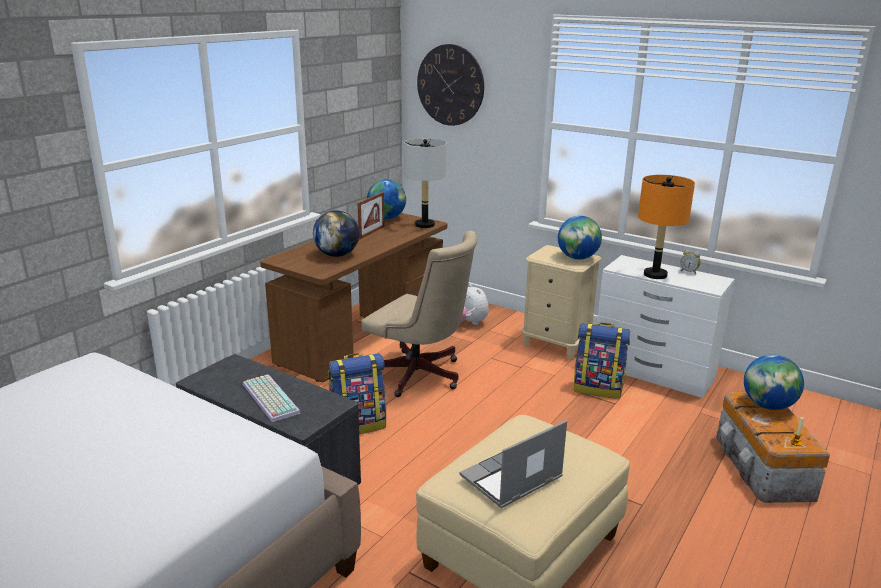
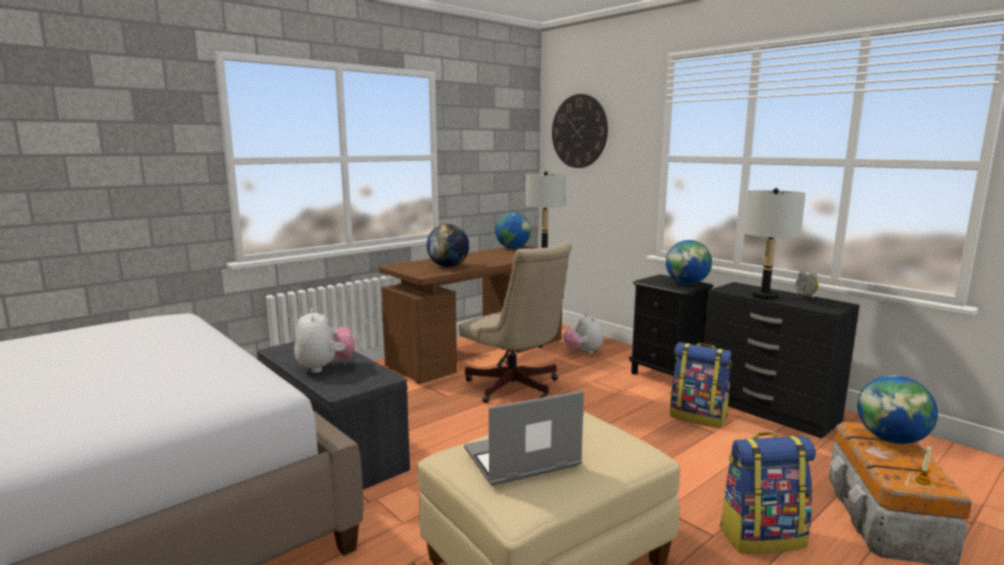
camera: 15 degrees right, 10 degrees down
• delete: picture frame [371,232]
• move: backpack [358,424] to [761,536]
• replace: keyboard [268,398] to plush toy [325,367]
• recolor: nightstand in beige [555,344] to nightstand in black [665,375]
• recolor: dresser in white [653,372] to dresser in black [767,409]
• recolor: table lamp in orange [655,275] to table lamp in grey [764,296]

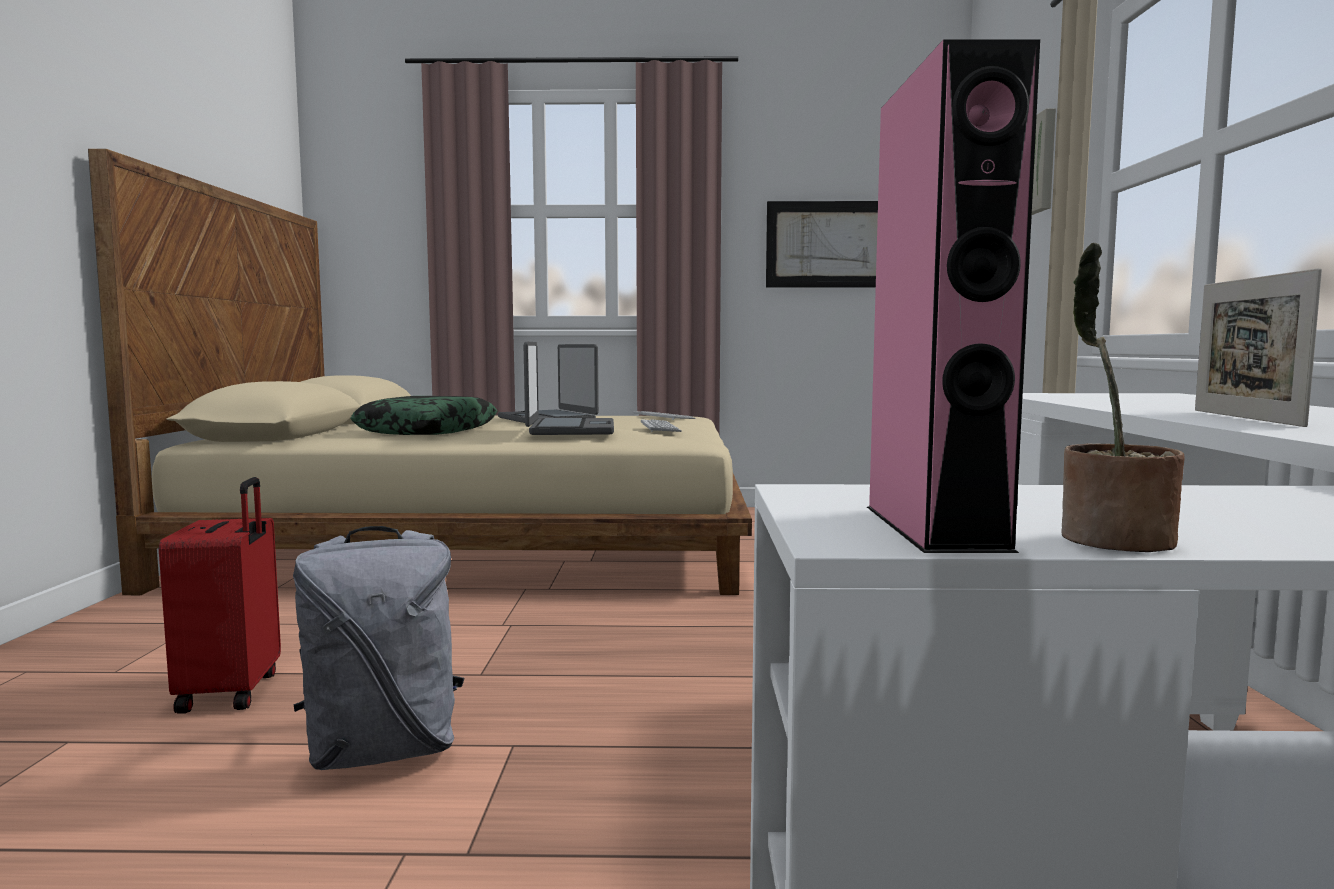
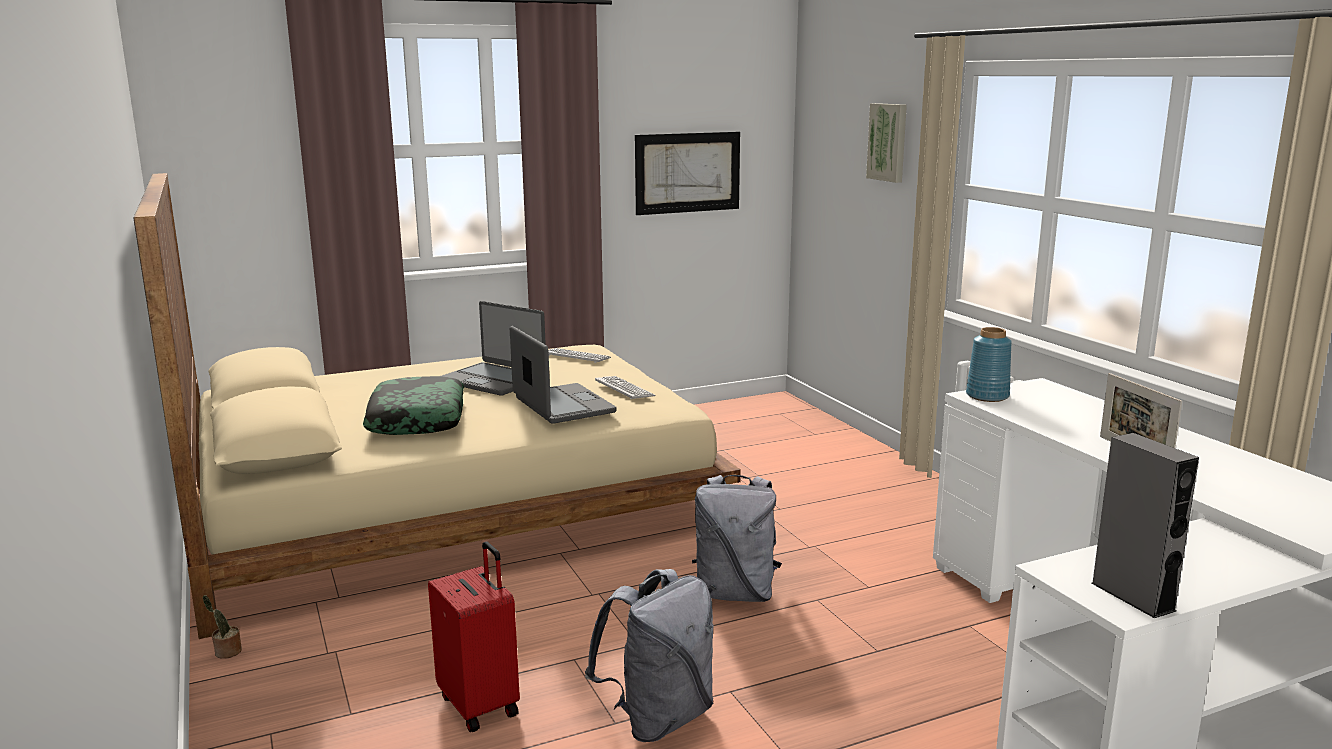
camera: 25 degrees left, 10 degrees up
• insert: backpack in grey [735,593]
• insert: vase in blue [987,396]
• move: potted plant [1111,540] to [226,652]
• recolor: speaker in pink [933,527] to speaker in grey [1132,596]

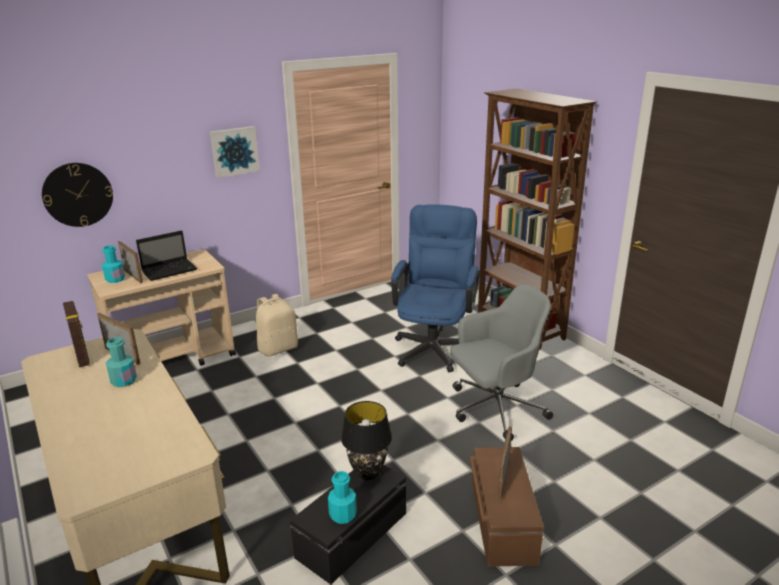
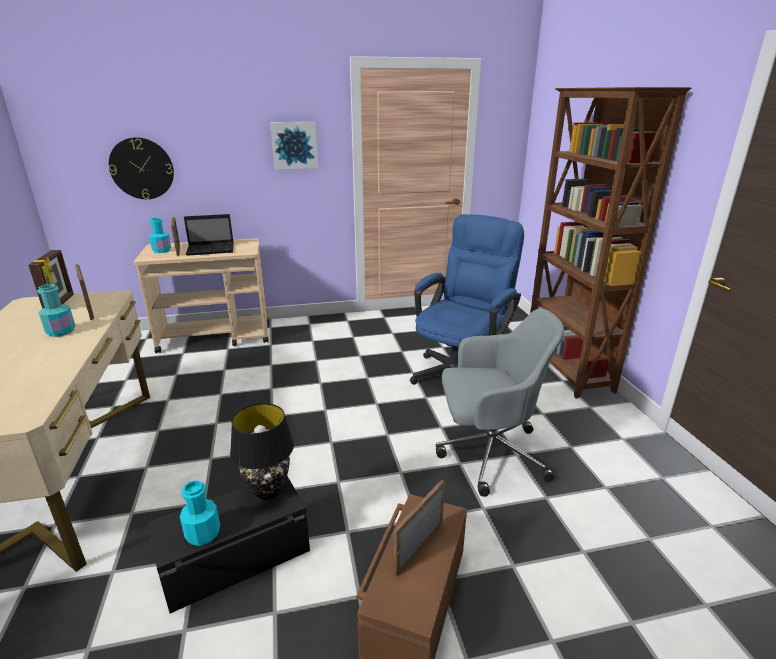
camera: 20 degrees right, 0 degrees up
• delete: backpack in beige [278,348]

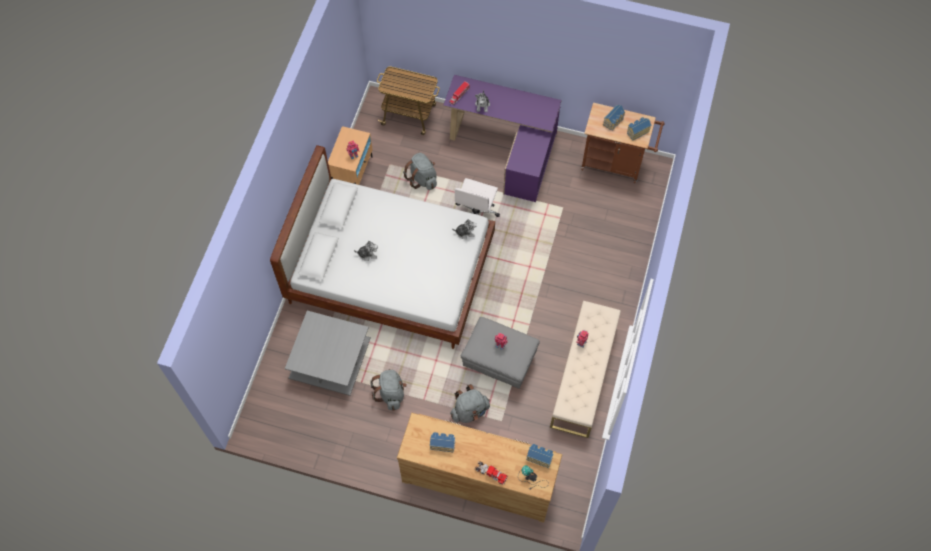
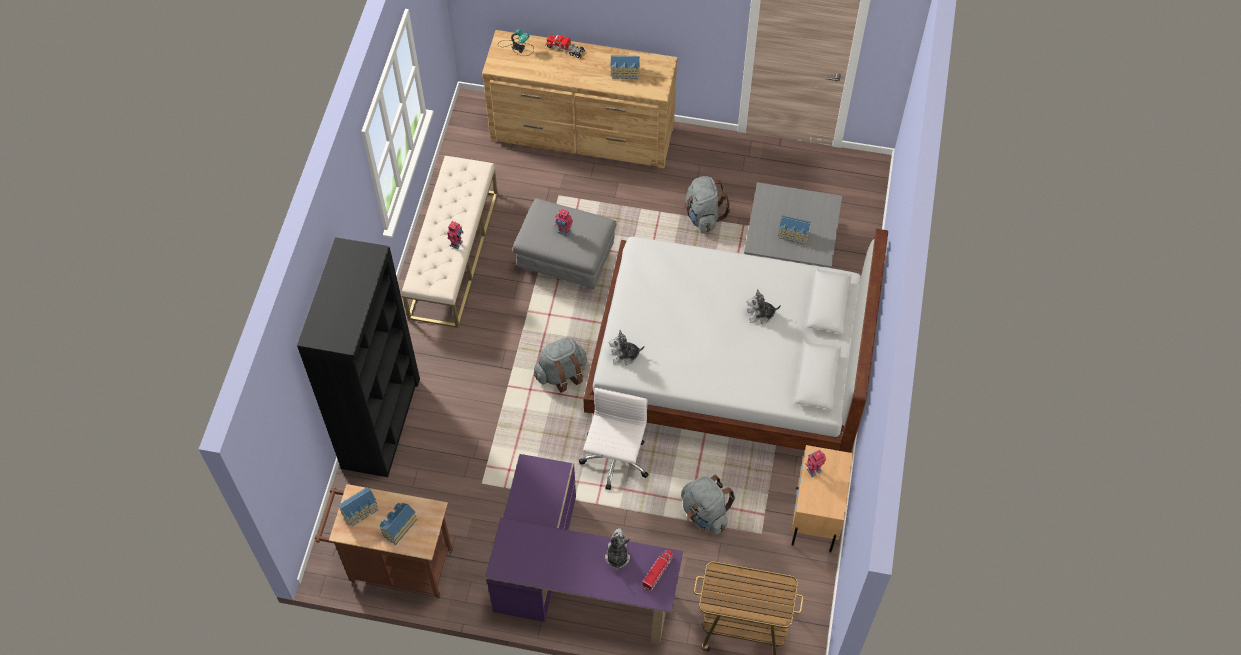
camera: 175 degrees right, 5 degrees down
• insert: bookcase in black [381,422]
• move: backpack in grey [469,411] to [561,374]
• move: toy house [539,457] to [793,235]

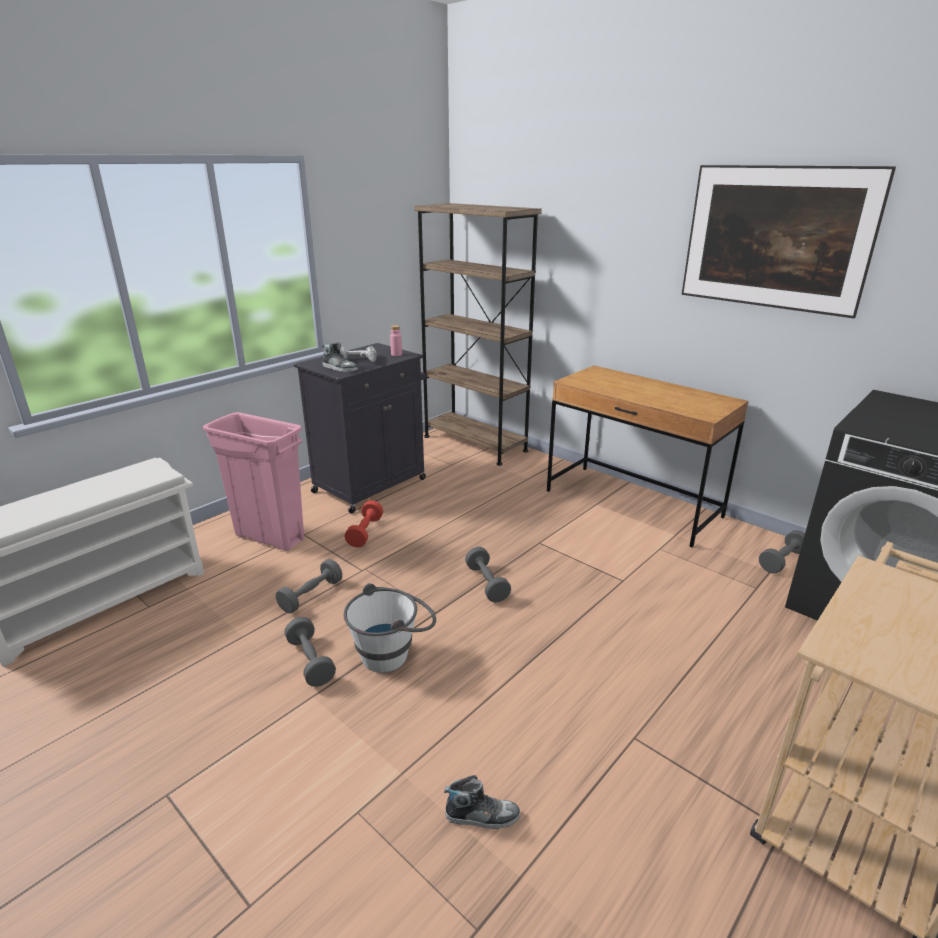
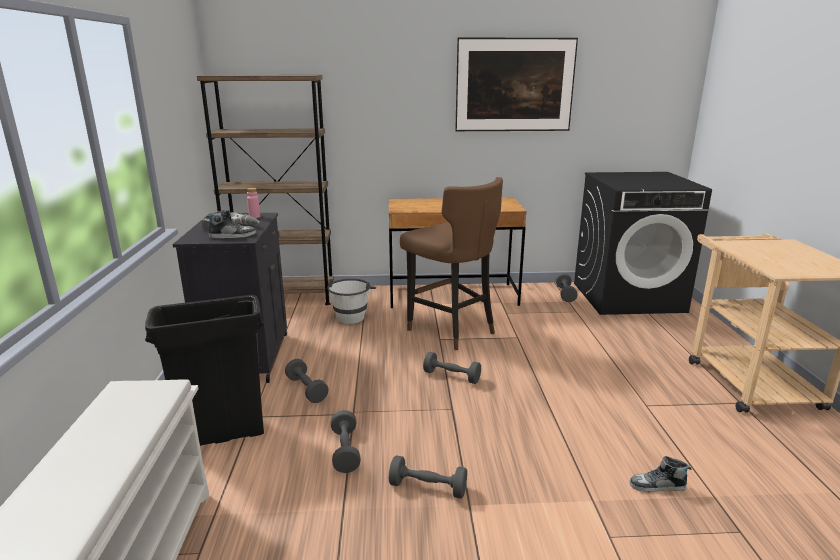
camera: 45 degrees left, 5 degrees down
• insert: stool in brown [451,330]
• move: bucket in white [393,652] to [352,315]
• recolor: trash can in pink [269,537] to trash can in black [222,434]
• recolor: dumbbell in red [365,532] to dumbbell in grey [306,389]
• rotate: shoe [482,815] = [657,486] 135 degrees counterclockwise

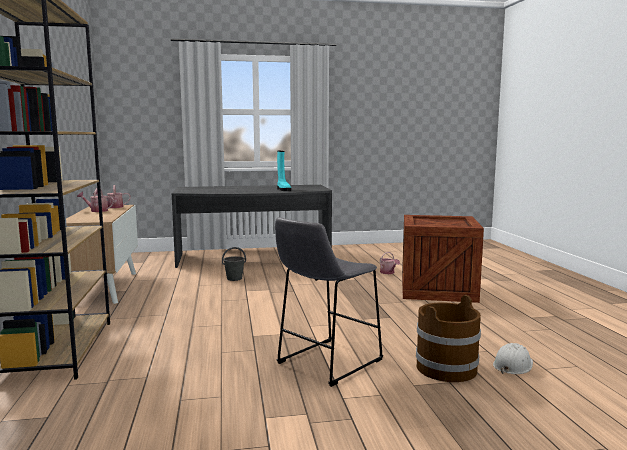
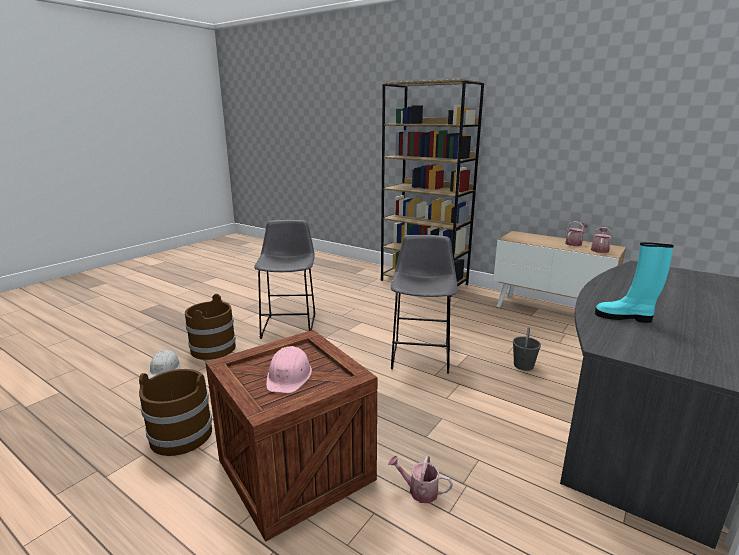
camera: 135 degrees right, 10 degrees up
• insert: bucket in brown [180,435]
• insert: hard hat in pink [289,376]
• insert: stool in grey [421,353]

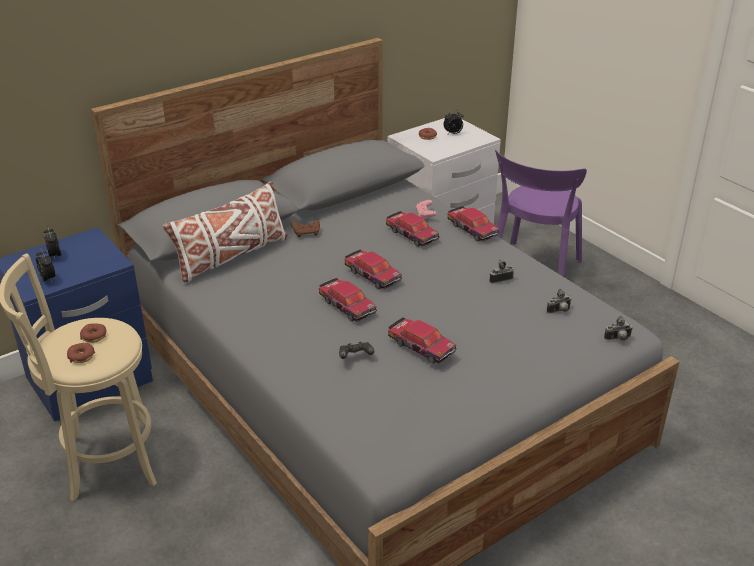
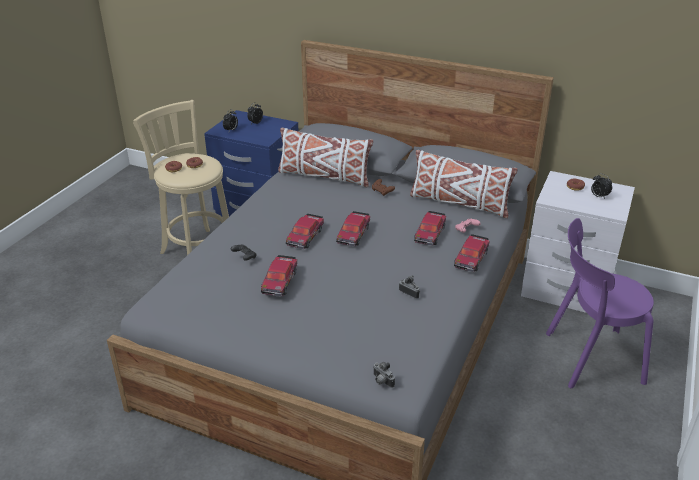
camera: 60 degrees right, 0 degrees up
• delete: photo camera [559,311]
• insert: pillow in white [459,203]

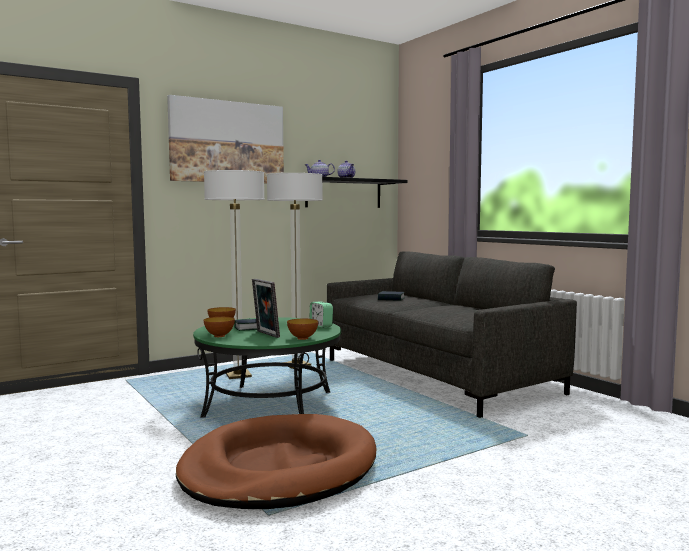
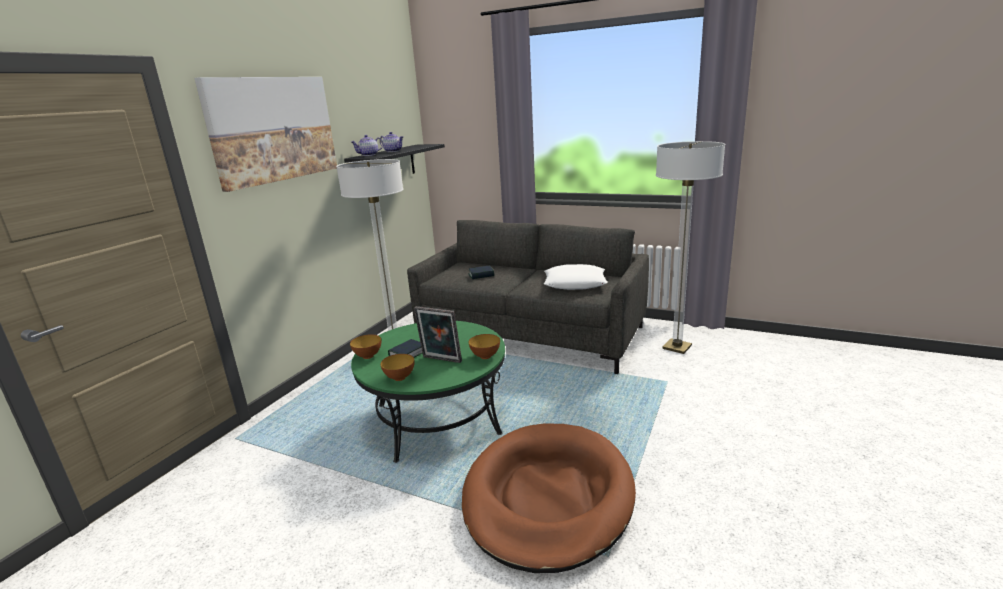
camera: 30 degrees left, 15 degrees up
• delete: alarm clock [321,325]
• insert: pillow in white [575,283]
• move: floor lamp [238,376] to [677,347]

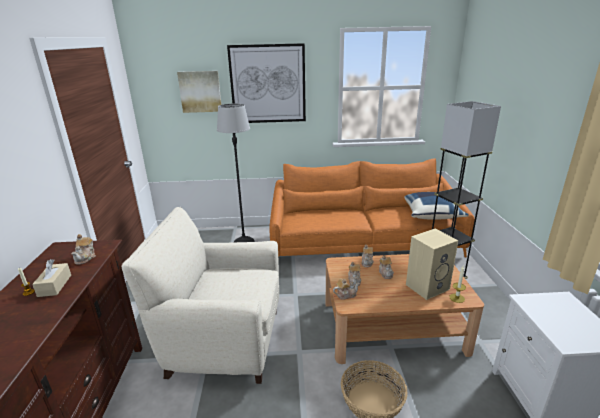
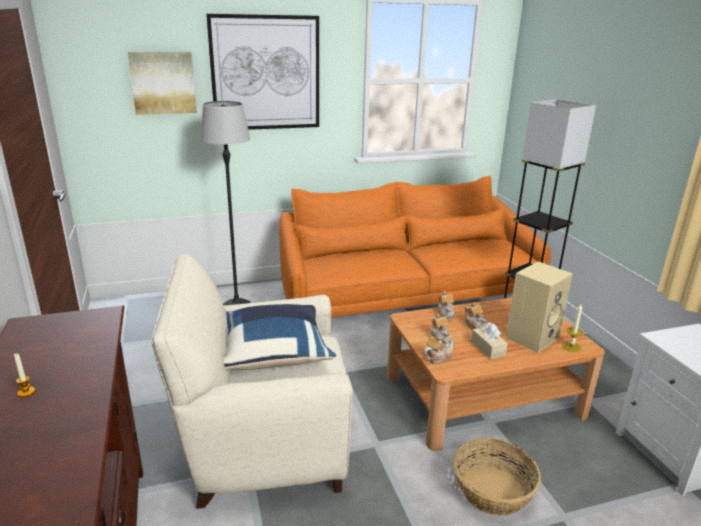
camera: 15 degrees left, 0 degrees up
• delete: teapot [86,258]
• move: tissue box in beige [55,285] to [488,348]
• move: pillow in blue [431,215] to [274,353]

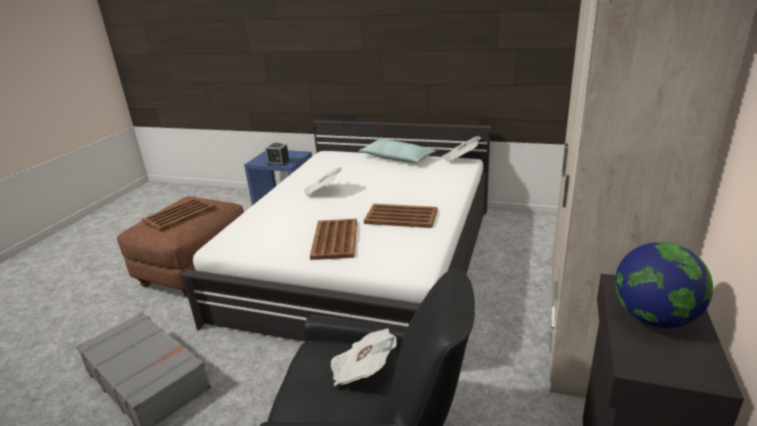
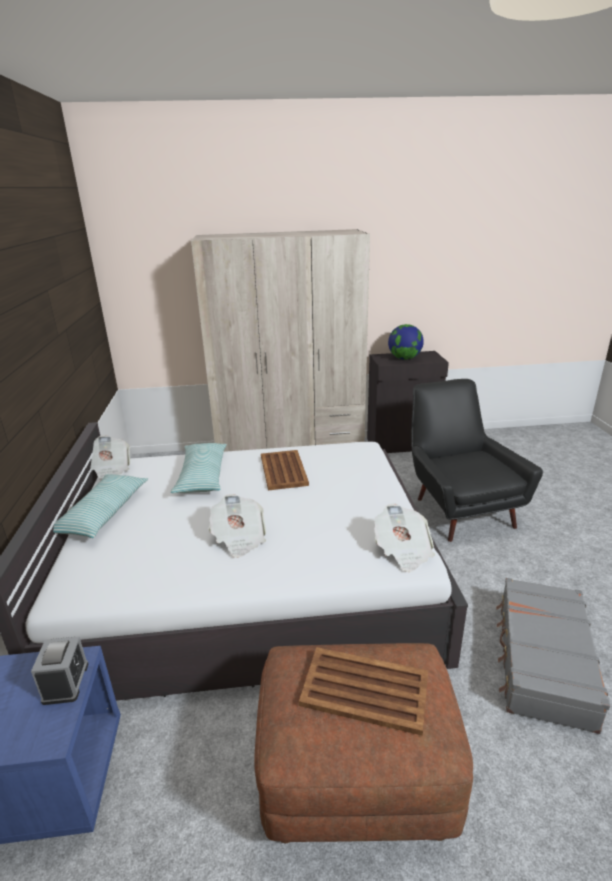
camera: 115 degrees left, 0 degrees up
• delete: tray in brown [335,239]
• insert: pillow [202,476]
• move: newspaper [362,370] to [403,551]

